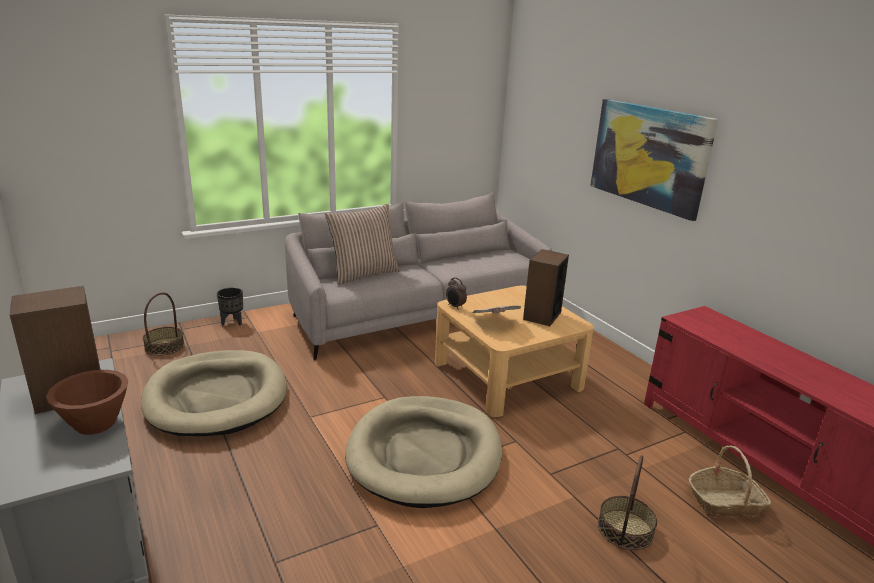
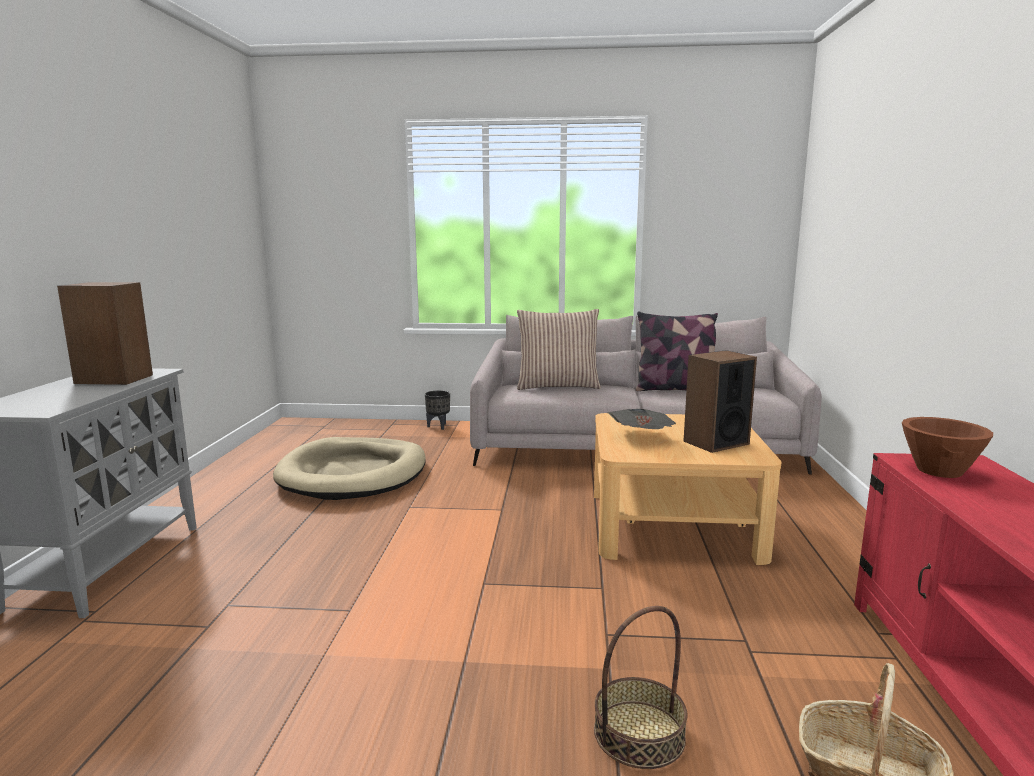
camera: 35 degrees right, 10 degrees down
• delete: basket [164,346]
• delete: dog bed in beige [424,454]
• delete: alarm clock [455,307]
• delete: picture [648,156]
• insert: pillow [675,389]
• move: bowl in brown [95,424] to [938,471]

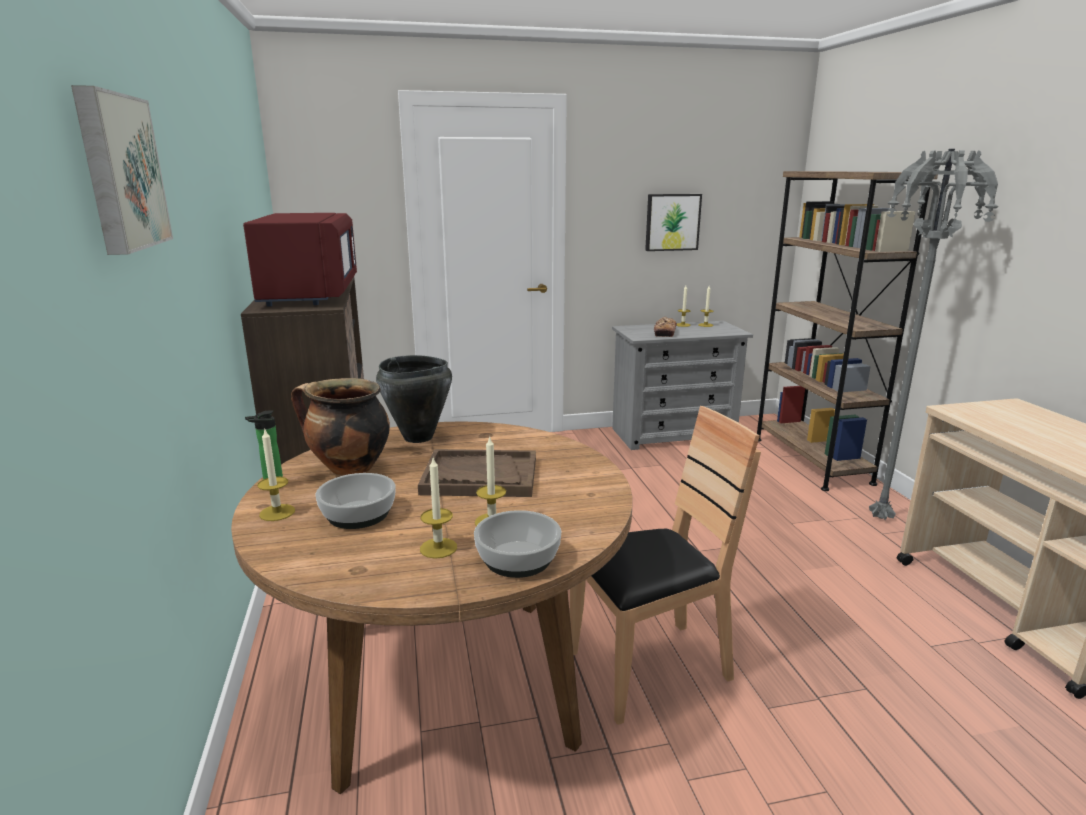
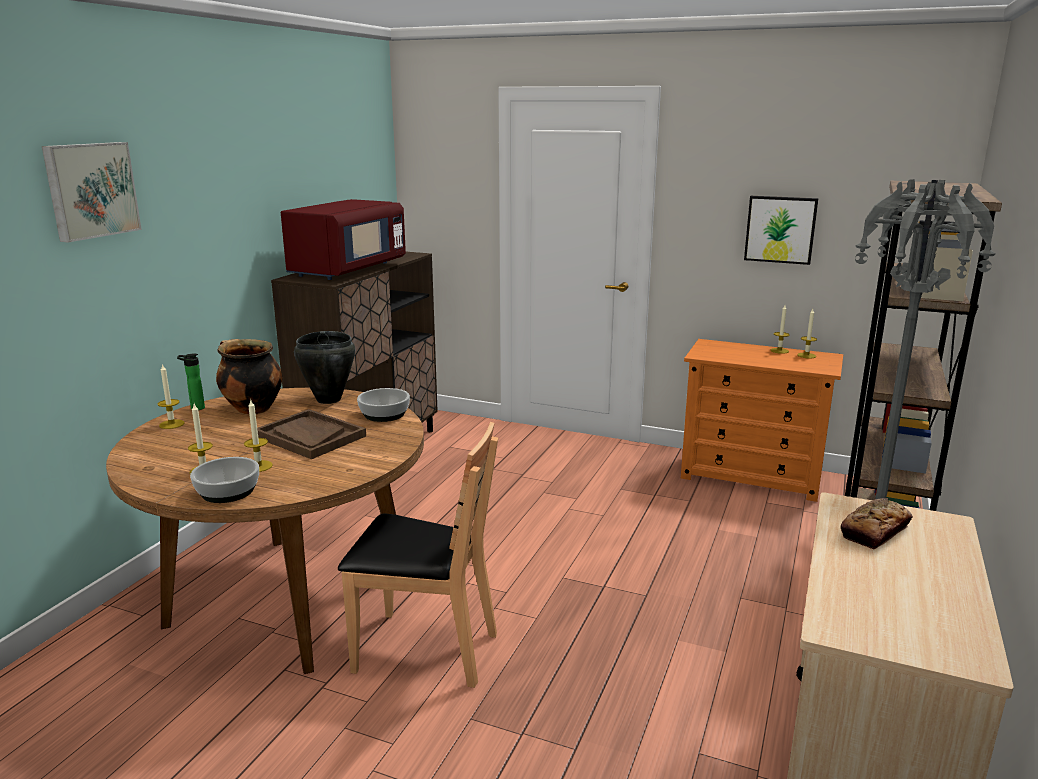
camera: 35 degrees right, 0 degrees up
• move: bowl [358,514] to [384,414]
• move: bread [664,332] to [875,531]
• recolor: dresser in grey [674,434] to dresser in orange [752,476]

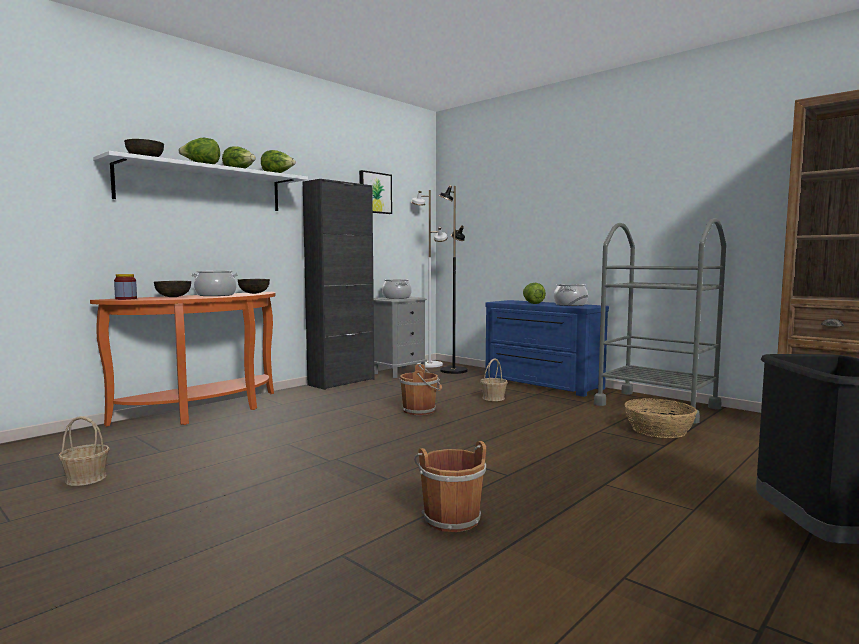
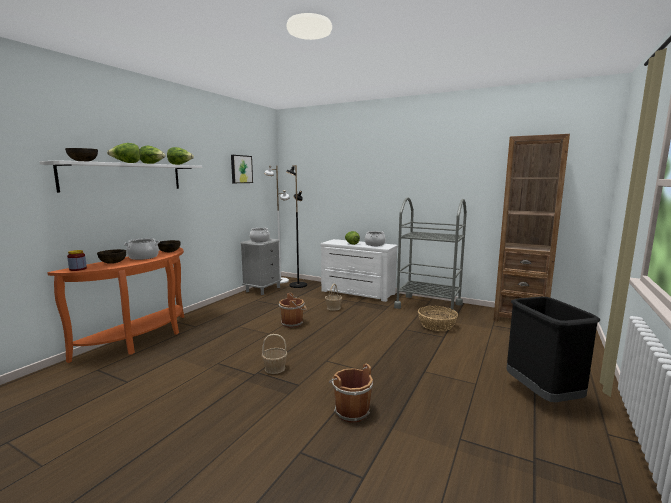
camera: 15 degrees left, 5 degrees up
• delete: cabinet in black [341,382]
• move: basket [86,478] to [274,368]
• recolor: dresser in blue [541,384] to dresser in white [357,293]

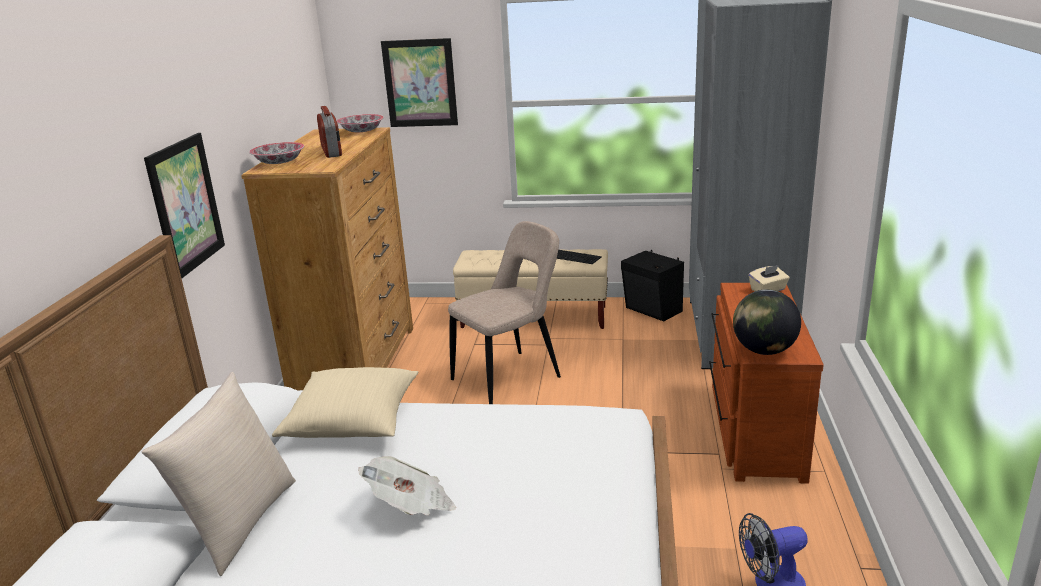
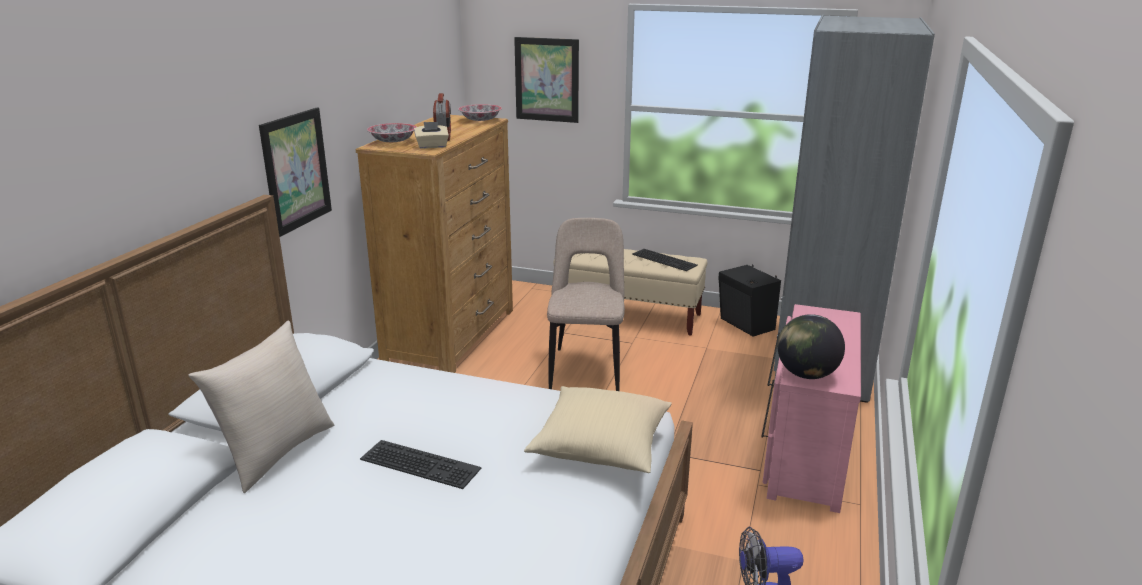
camera: 10 degrees right, 0 degrees up
• move: pillow in beige [352,421] to [600,446]
• move: tissue box in beige [768,290] to [432,146]
• replace: newspaper [411,506] to keyboard [422,463]
• recolor: dresser in brown [753,429] to dresser in pink [803,452]
• rotate: chair in beige [510,377] = [586,368] 60 degrees counterclockwise

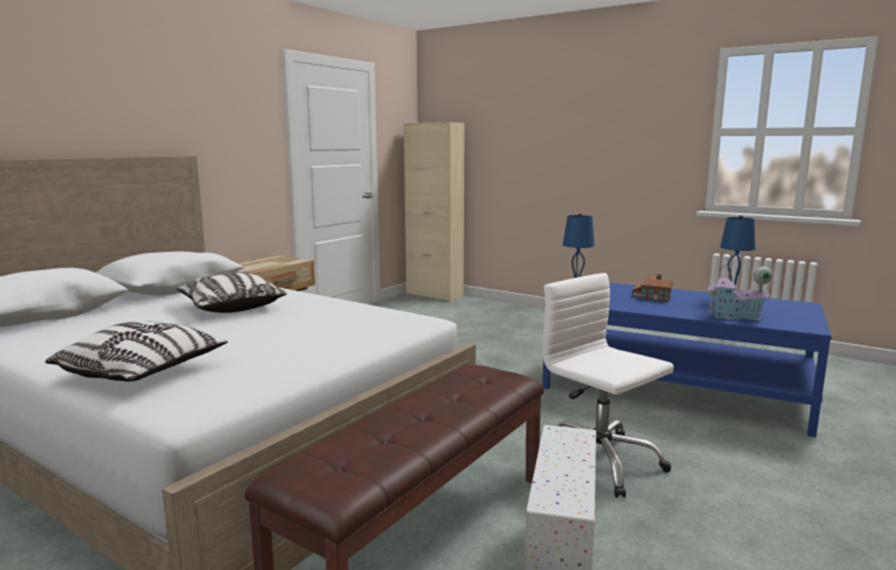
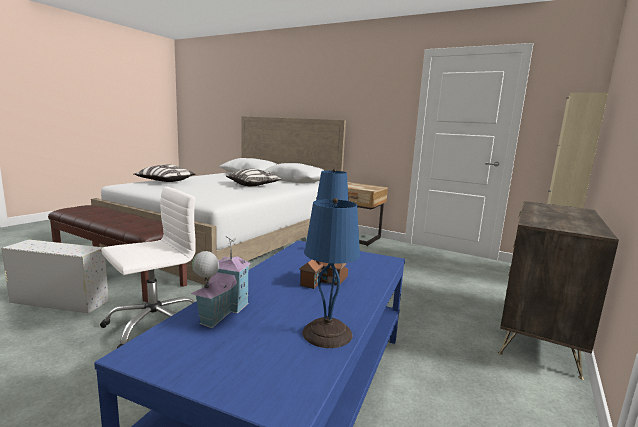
camera: 85 degrees right, 0 degrees up
• insert: dresser [538,332]

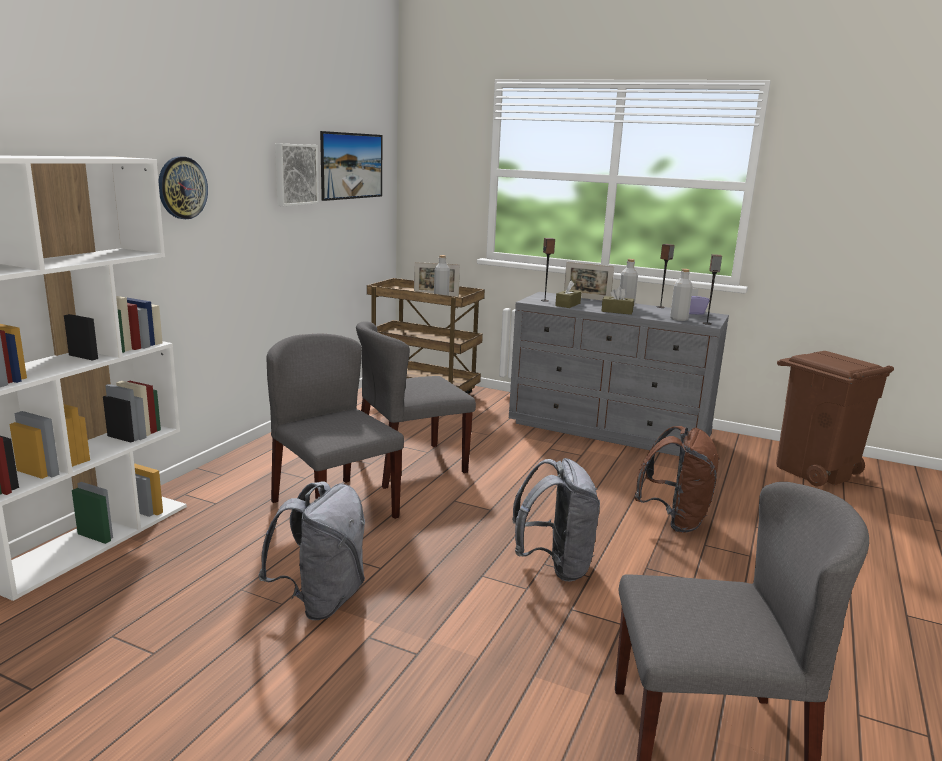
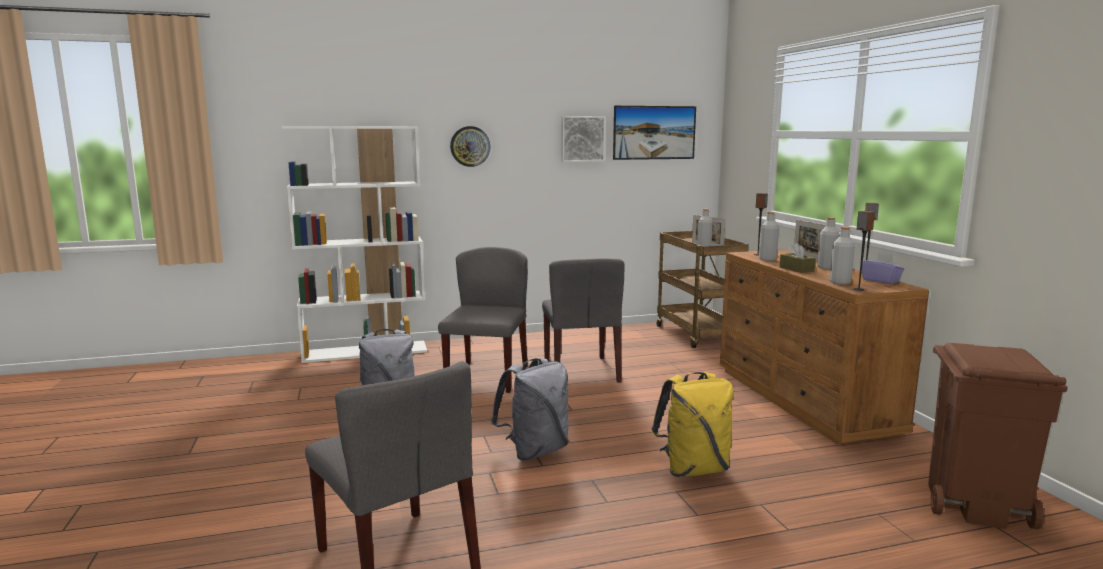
camera: 50 degrees right, 5 degrees down
• replace: tissue box in brown [568,304] to bottle in grey [767,259]
• recolor: dresser in grey [609,430] to dresser in brown [803,400]
• recolor: backpack in brown [674,520] to backpack in yellow [693,469]
• rotate: chair in grey [410,465] = [581,371] 120 degrees counterclockwise

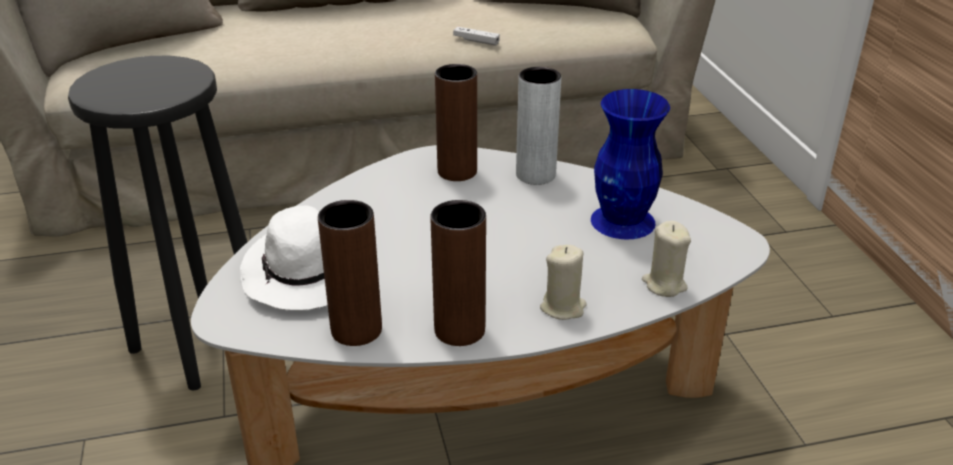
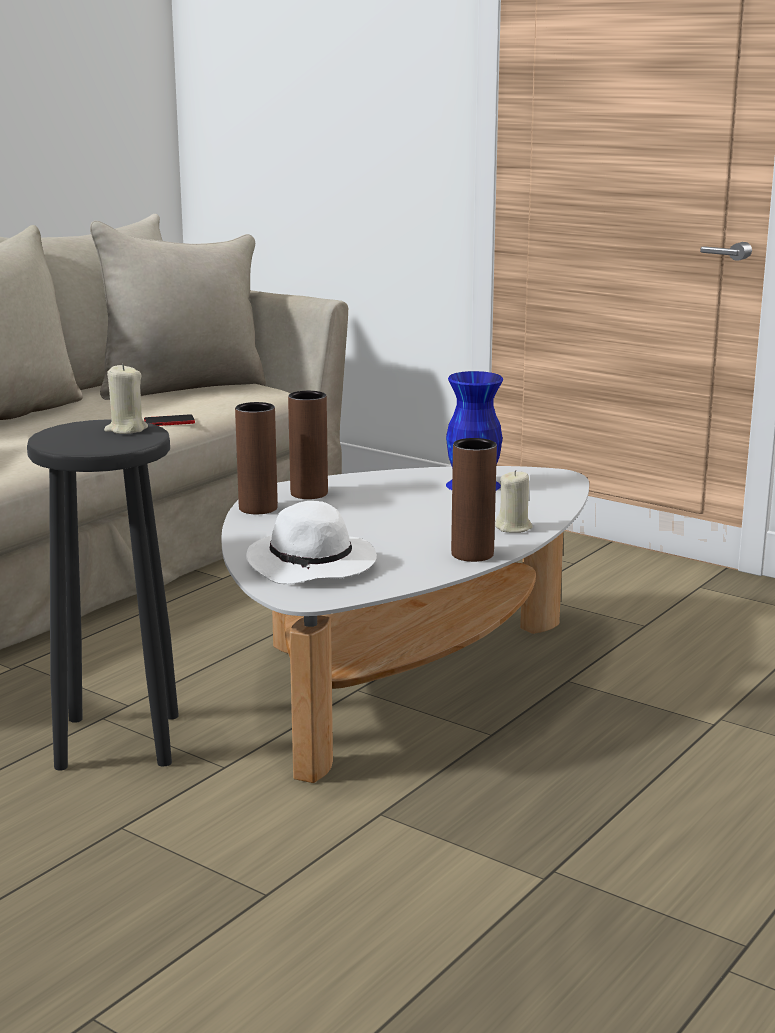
camera: 40 degrees left, 15 degrees down
• delete: vase in grey [535,175]
• move: vase in brown [356,330] to [258,508]
• move: candle in beige [664,284] to [126,429]
• replace: game controller in white [476,41] to phone [169,422]

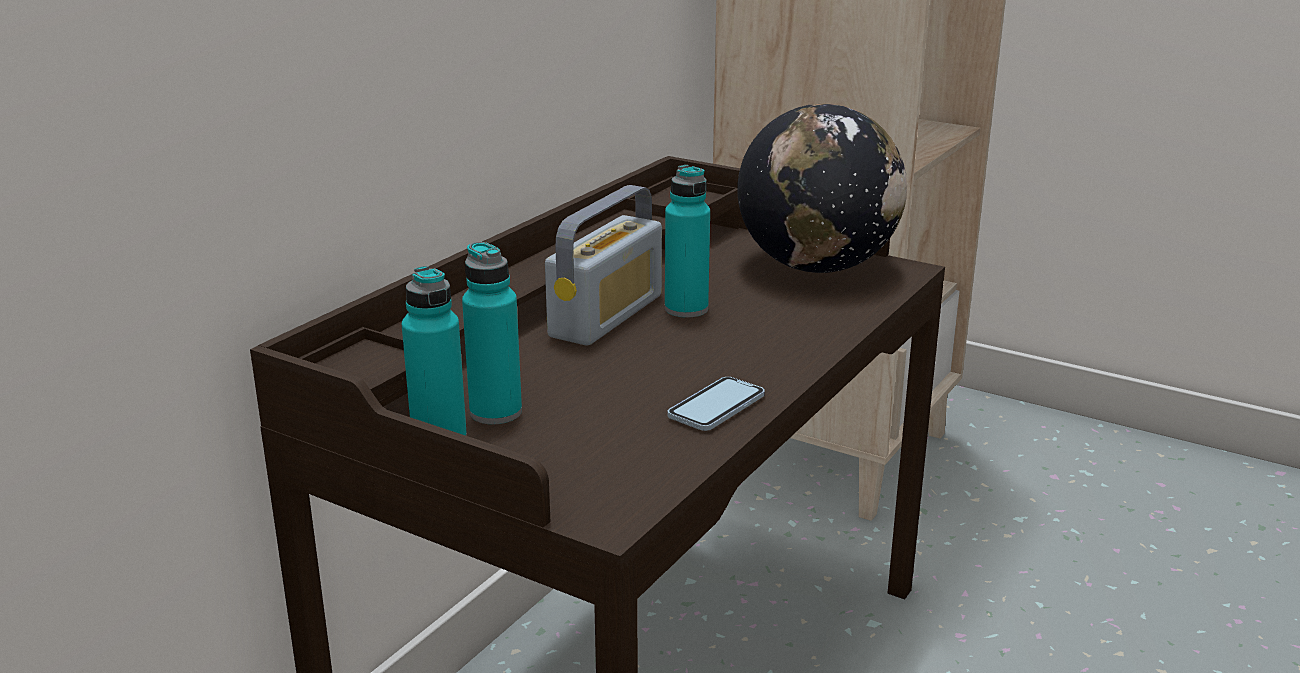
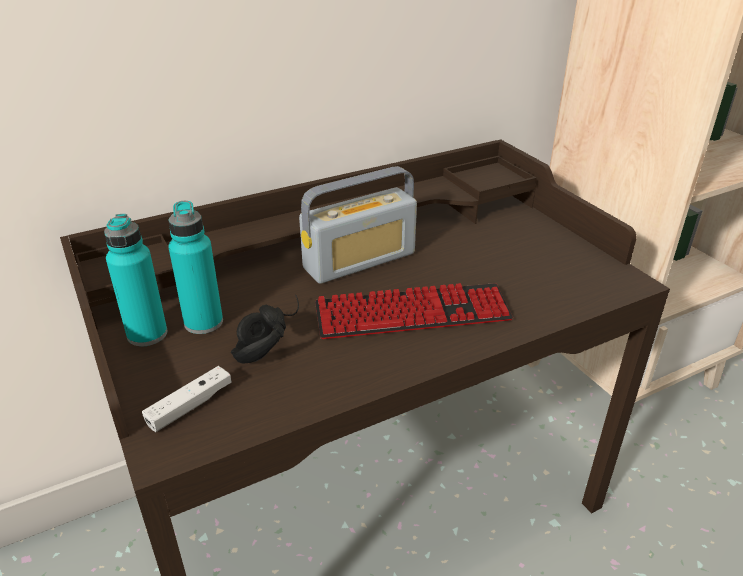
camera: 30 degrees right, 10 degrees up
• delete: bottle in turquoise [686,309]
• delete: phone [716,407]
• delete: globe [817,267]
• insert: game controller in white [190,406]
• insert: headphones in black [266,336]
• insert: keyboard [412,314]

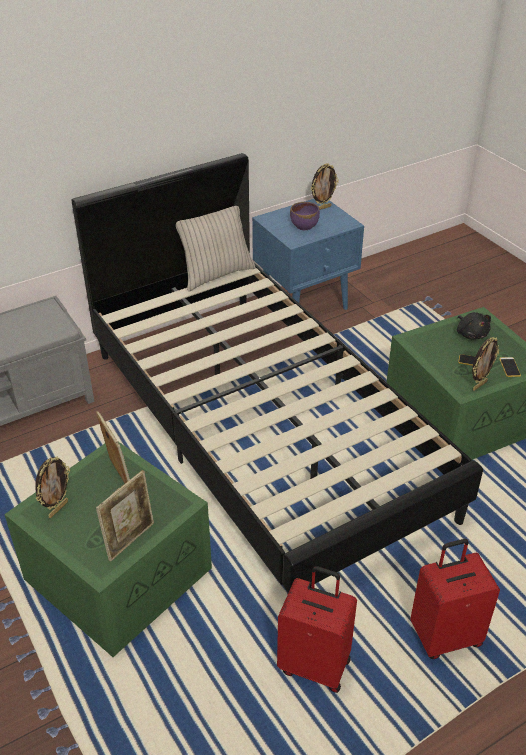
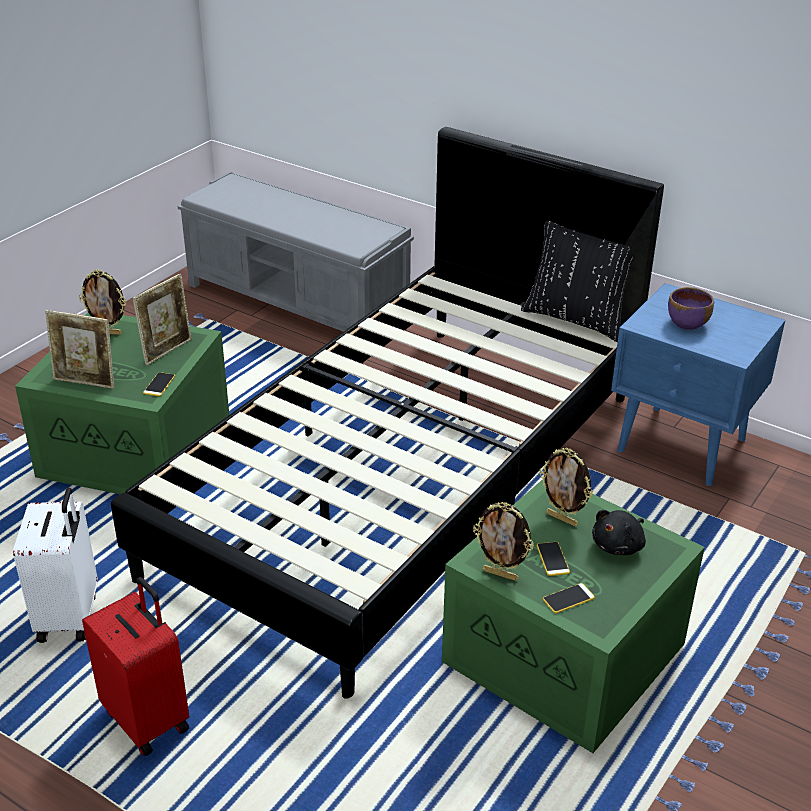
camera: 65 degrees right, 5 degrees down
• insert: phone [159,385]
• move: picture frame [322,208] to [562,519]
• recolor: pillow in beige [215,274] to pillow in black [576,319]
• recolor: suitcase in red [315,664] to suitcase in white [70,616]

